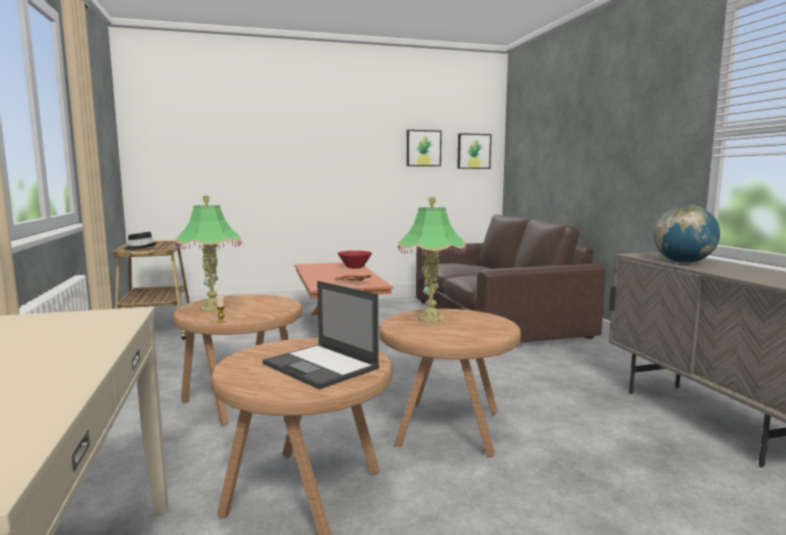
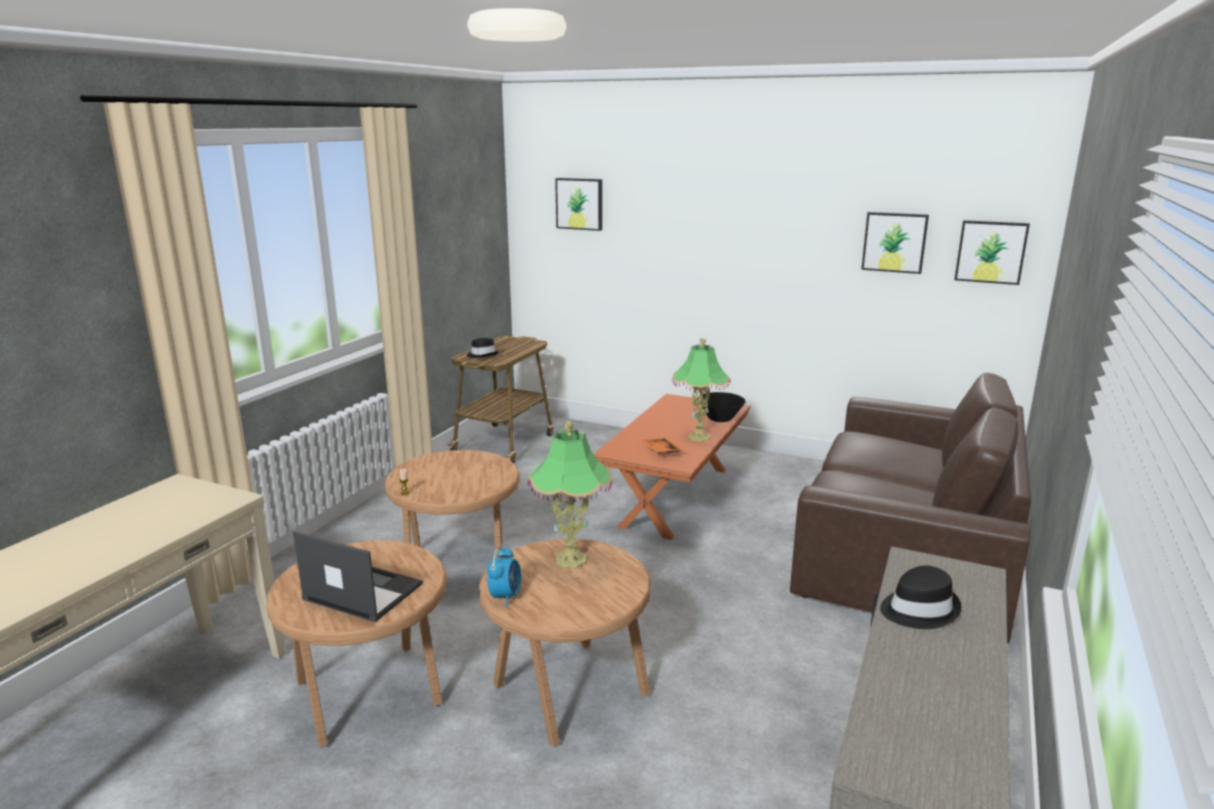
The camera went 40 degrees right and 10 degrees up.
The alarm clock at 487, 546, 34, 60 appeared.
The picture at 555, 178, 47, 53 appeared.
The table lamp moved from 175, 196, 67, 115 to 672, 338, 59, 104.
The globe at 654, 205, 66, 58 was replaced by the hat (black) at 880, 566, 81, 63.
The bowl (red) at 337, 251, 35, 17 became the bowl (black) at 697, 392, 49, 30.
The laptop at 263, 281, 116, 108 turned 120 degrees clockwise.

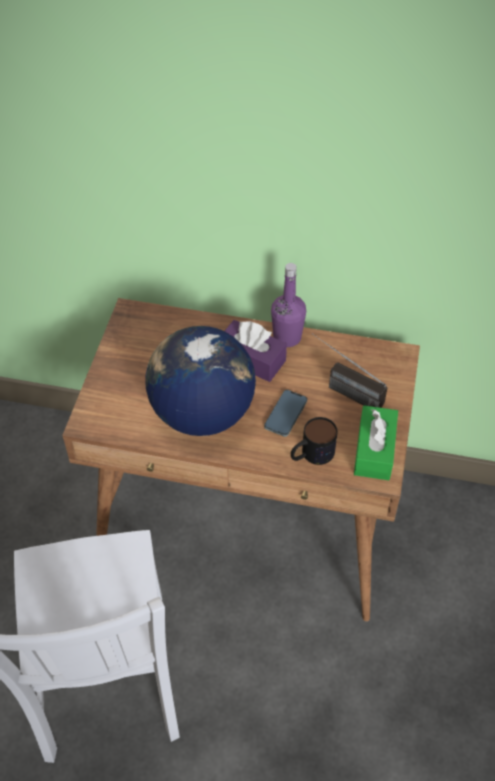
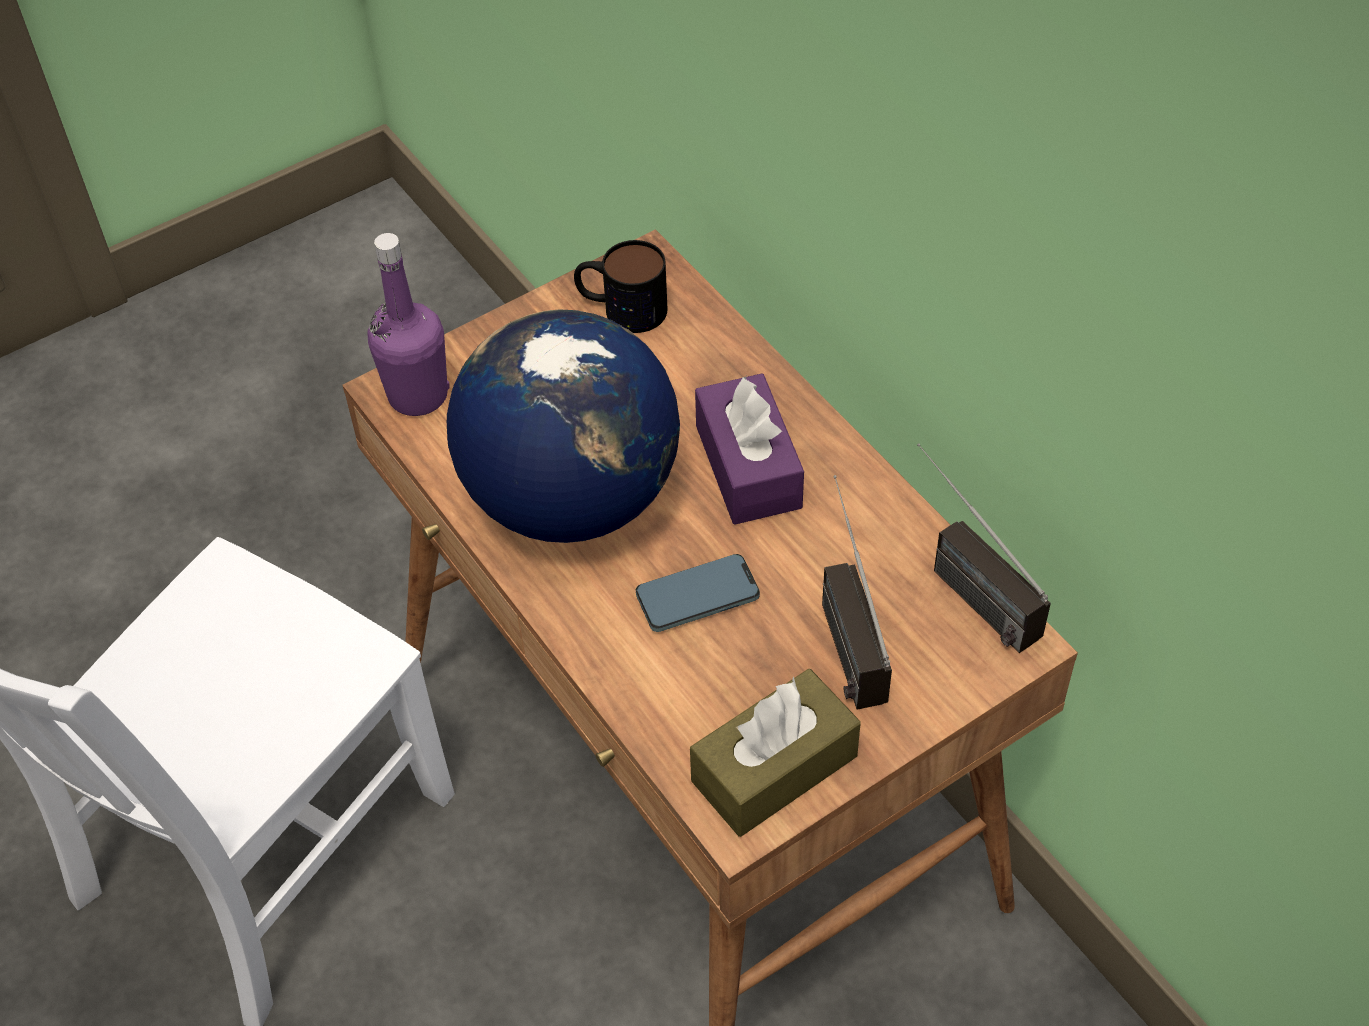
The camera went 45 degrees right and 0 degrees up.
The radio at 917, 443, 134, 210 appeared.
The bottle (purple) moved from 271, 263, 35, 84 to 367, 233, 83, 183.
The mug moved from 291, 417, 47, 48 to 574, 240, 93, 93.
The tissue box (green) at 354, 405, 44, 75 became the tissue box (brown) at 690, 669, 171, 168.

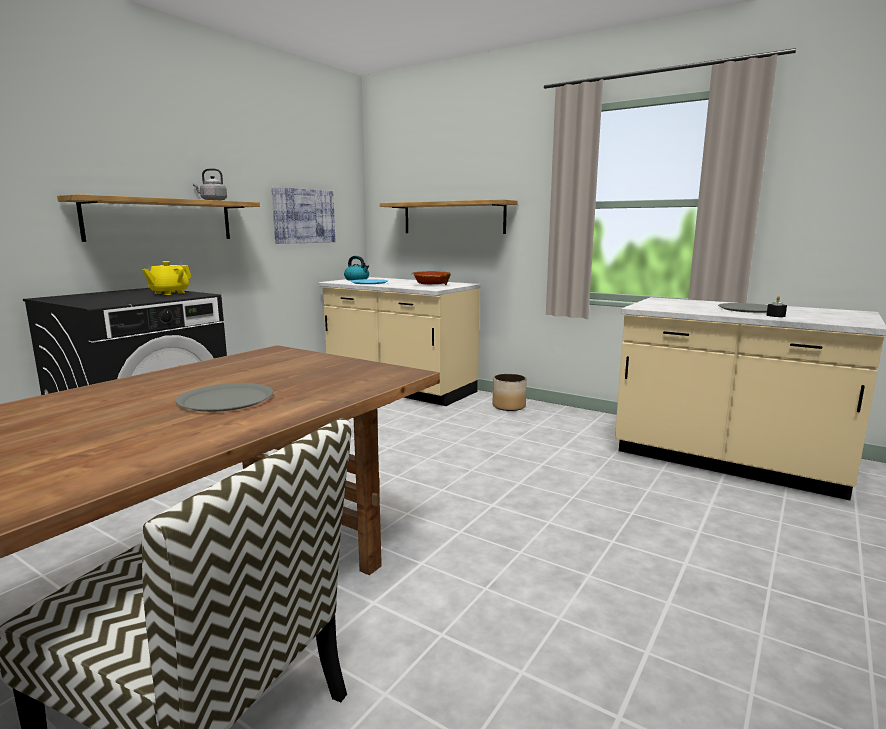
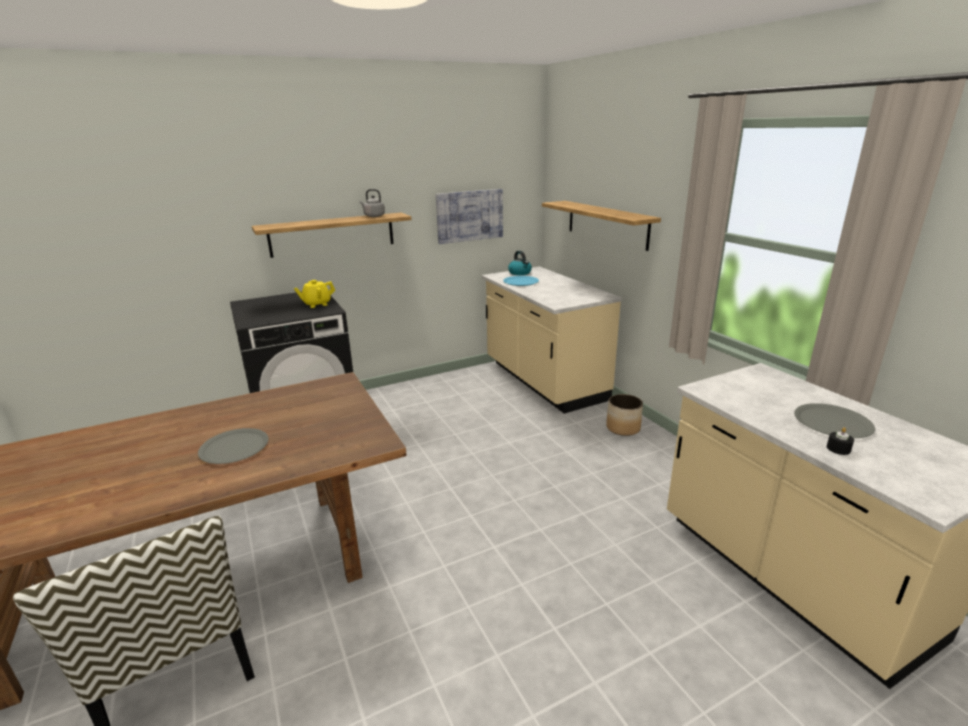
The camera went 30 degrees right and 10 degrees up.
The bowl at 412, 271, 39, 14 disappeared.

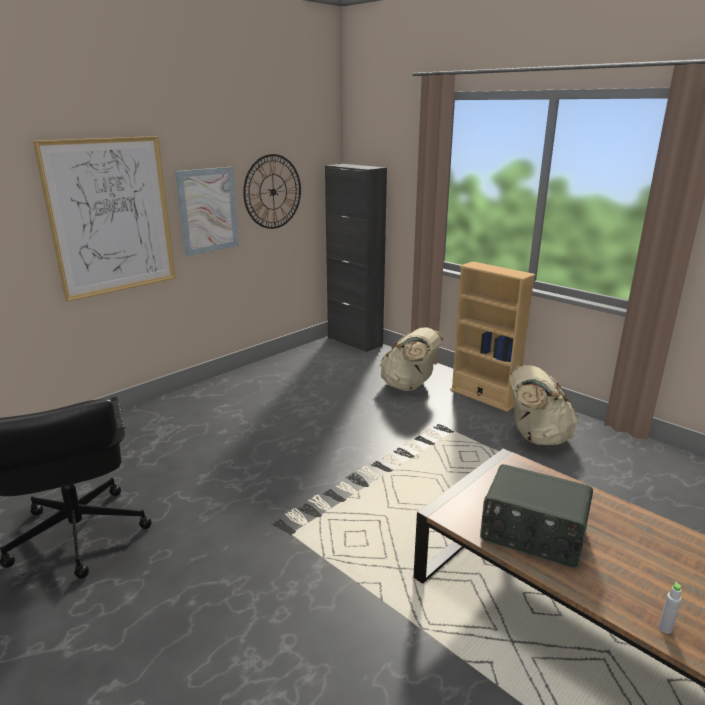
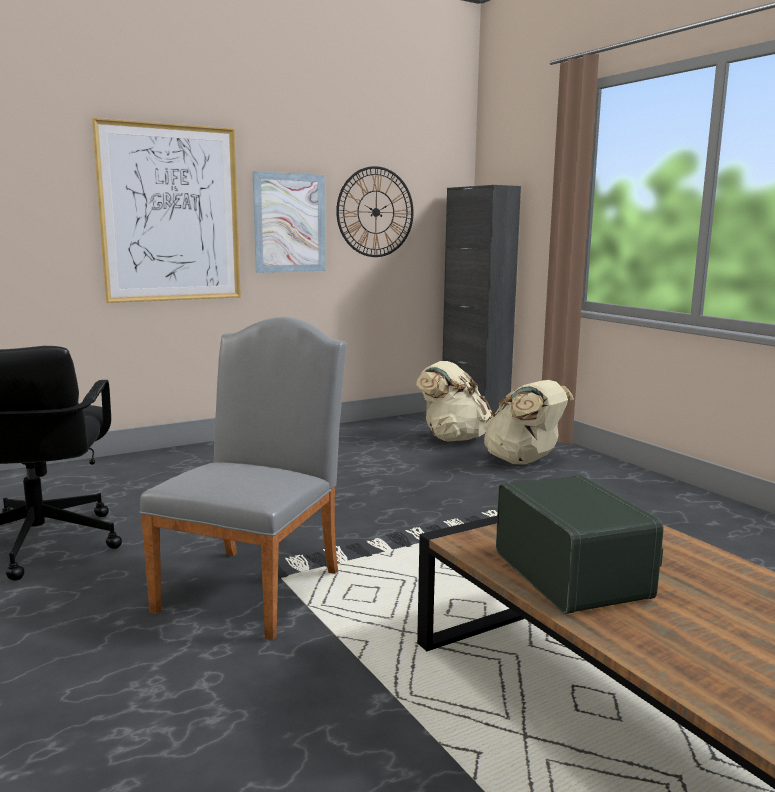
The camera went 15 degrees right and 10 degrees down.
The bookcase (beige) at 450, 262, 86, 150 disappeared.
The bottle (grey) at 659, 582, 23, 52 disappeared.
The chair (grey) at 139, 317, 208, 323 appeared.
The backpack (beige) moved from 509, 365, 70, 80 to 416, 361, 76, 81.
The radio at 480, 464, 113, 104 turned 150 degrees counterclockwise.

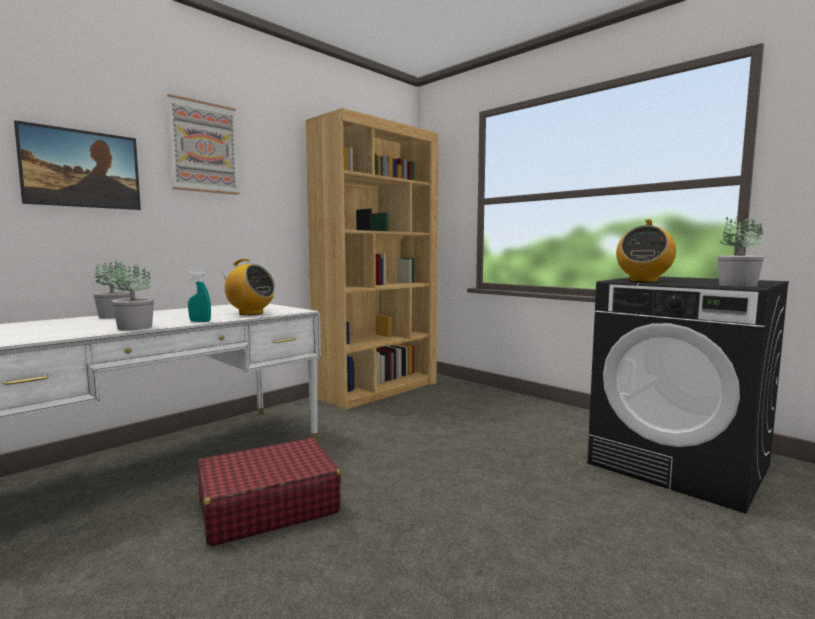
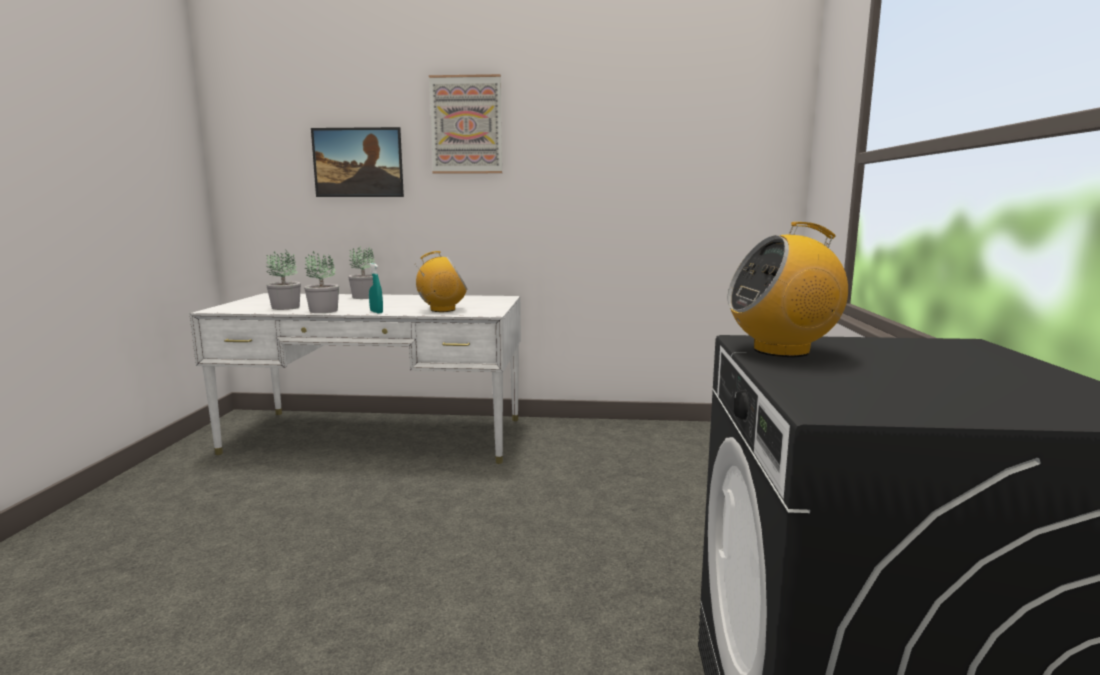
The camera went 50 degrees right and 5 degrees up.
The suitcase (red) at 198, 438, 143, 109 disappeared.
The bookcase (brown) at 305, 108, 133, 302 disappeared.
The potted plant moved from 717, 216, 47, 71 to 266, 249, 35, 61.
The radio at 220, 259, 55, 56 turned 90 degrees counterclockwise.

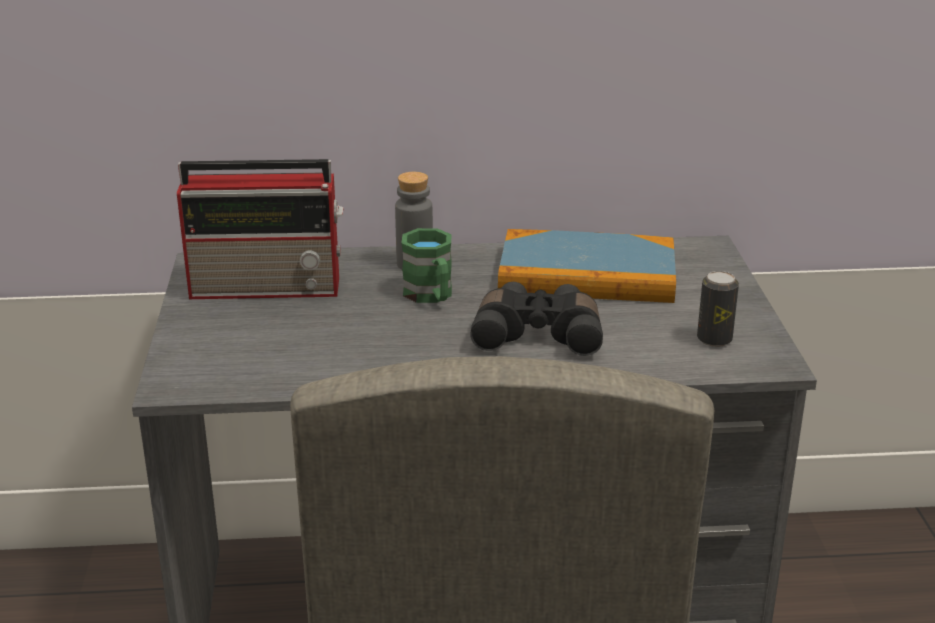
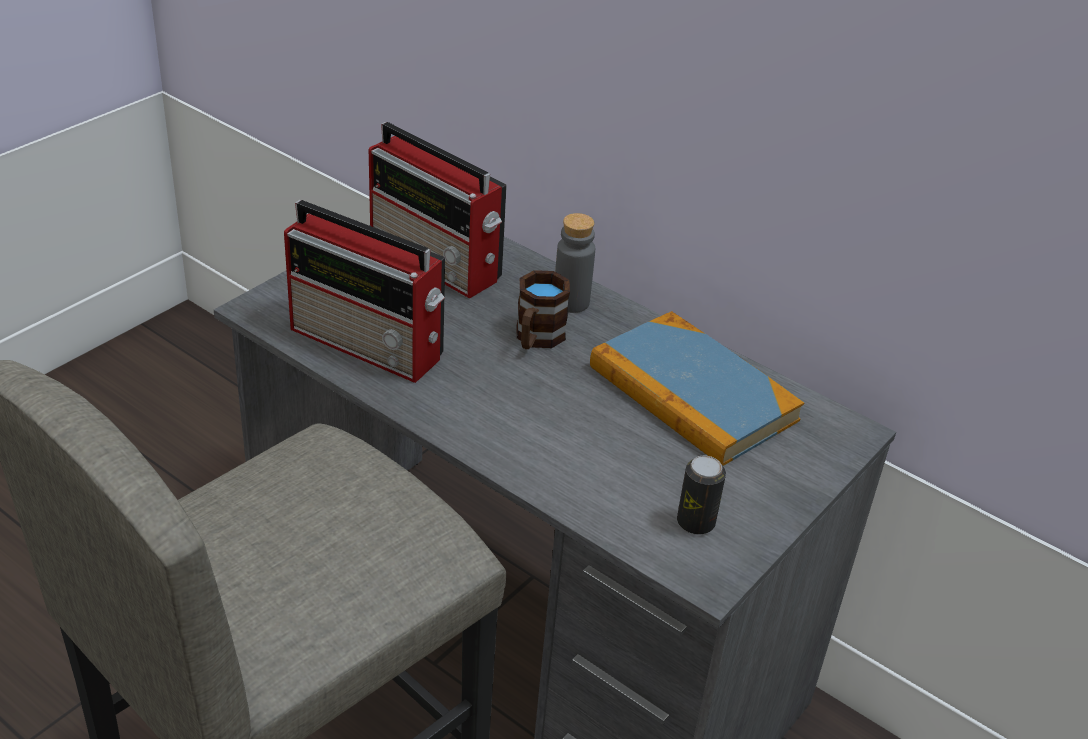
The camera went 40 degrees right and 10 degrees up.
The binoculars (black) at 470, 282, 133, 74 disappeared.
The radio at 284, 200, 161, 183 appeared.
The mug (green) at 402, 228, 50, 75 became the mug (brown) at 516, 270, 54, 79.

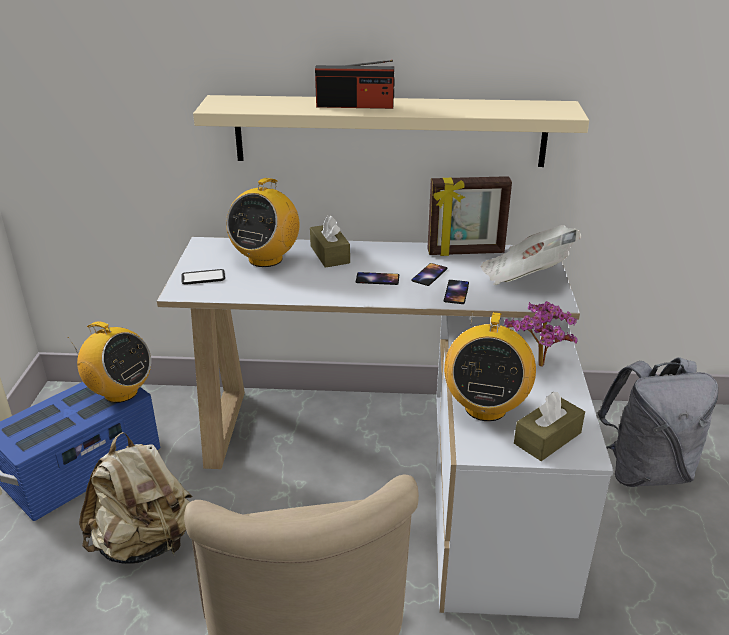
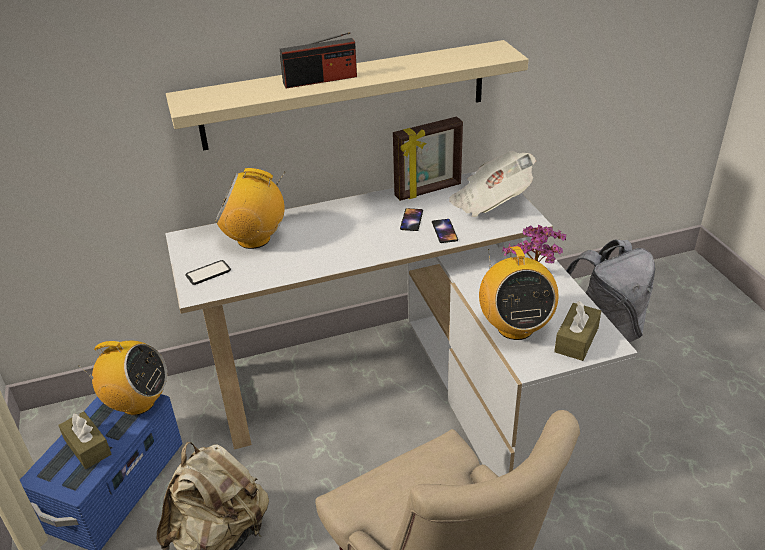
The camera went 20 degrees left and 5 degrees up.
The phone at 356, 272, 43, 13 disappeared.
The tissue box (brown) moved from 310, 215, 40, 53 to 58, 411, 53, 58.
The radio at 226, 178, 74, 89 turned 90 degrees clockwise.

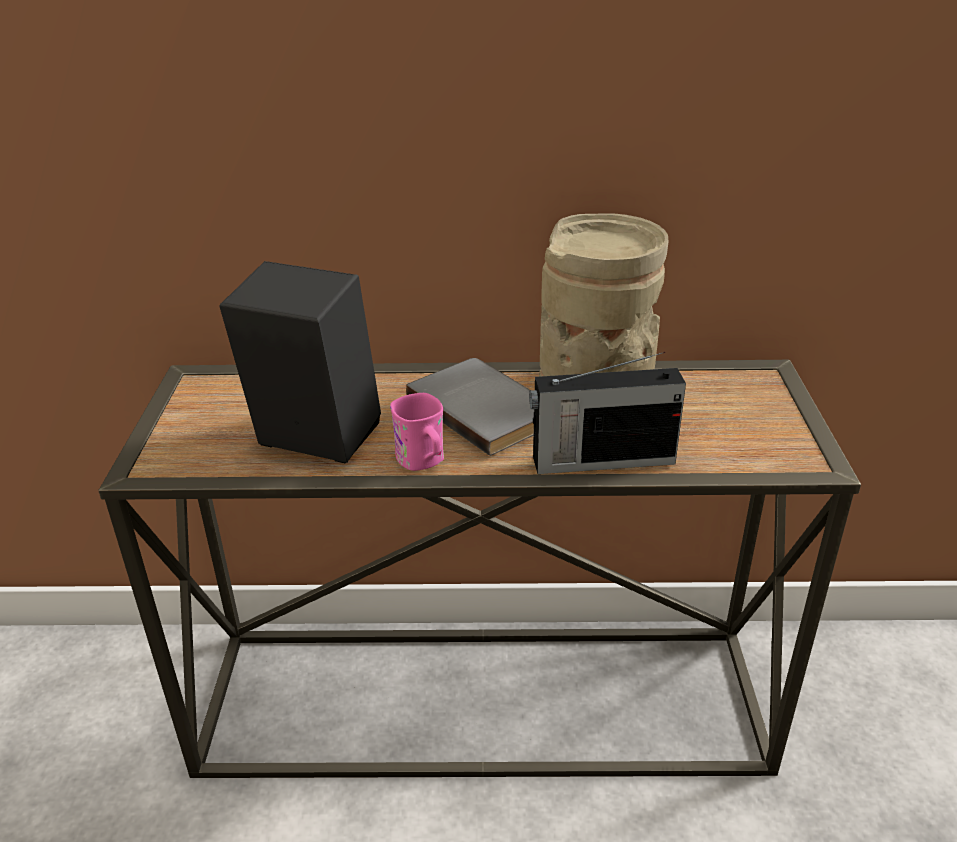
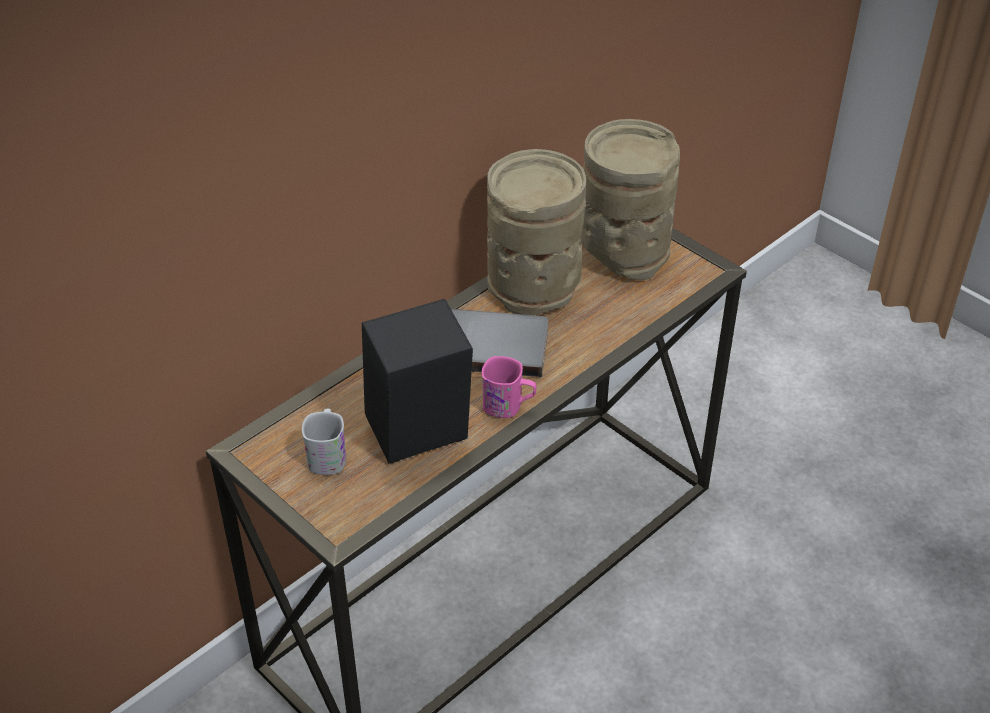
The camera went 45 degrees left and 10 degrees up.
The radio at 529, 352, 157, 122 disappeared.
The mug (white) at 302, 409, 44, 66 appeared.
The vase (beige) at 580, 119, 100, 161 appeared.

